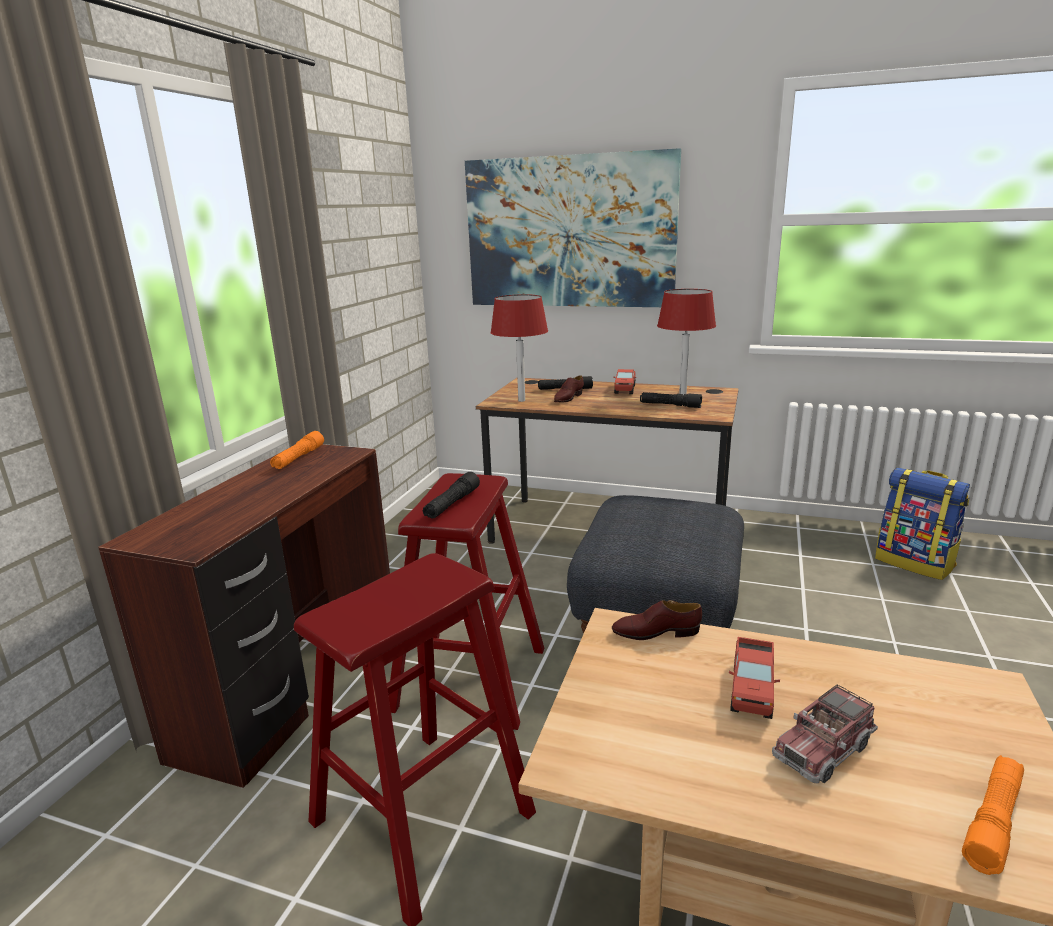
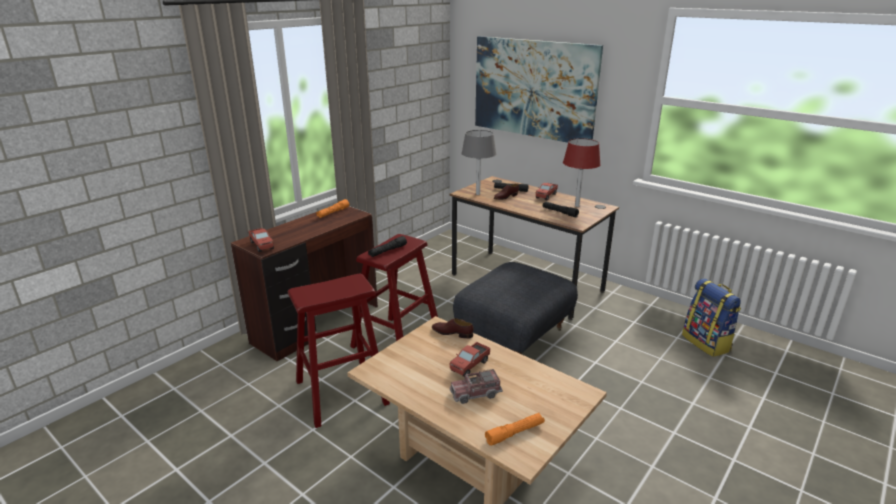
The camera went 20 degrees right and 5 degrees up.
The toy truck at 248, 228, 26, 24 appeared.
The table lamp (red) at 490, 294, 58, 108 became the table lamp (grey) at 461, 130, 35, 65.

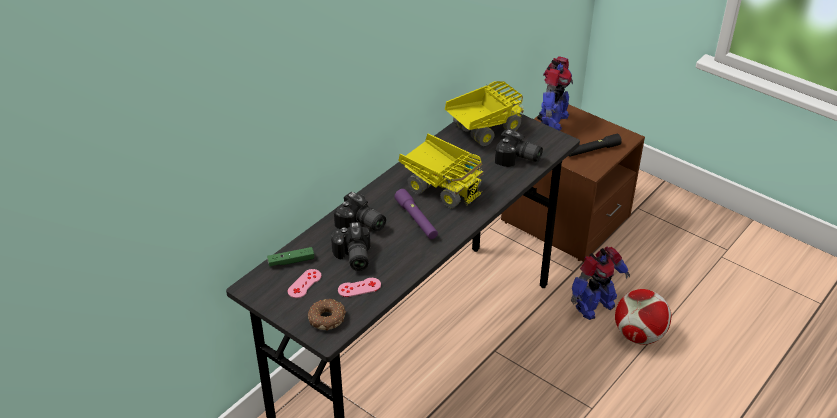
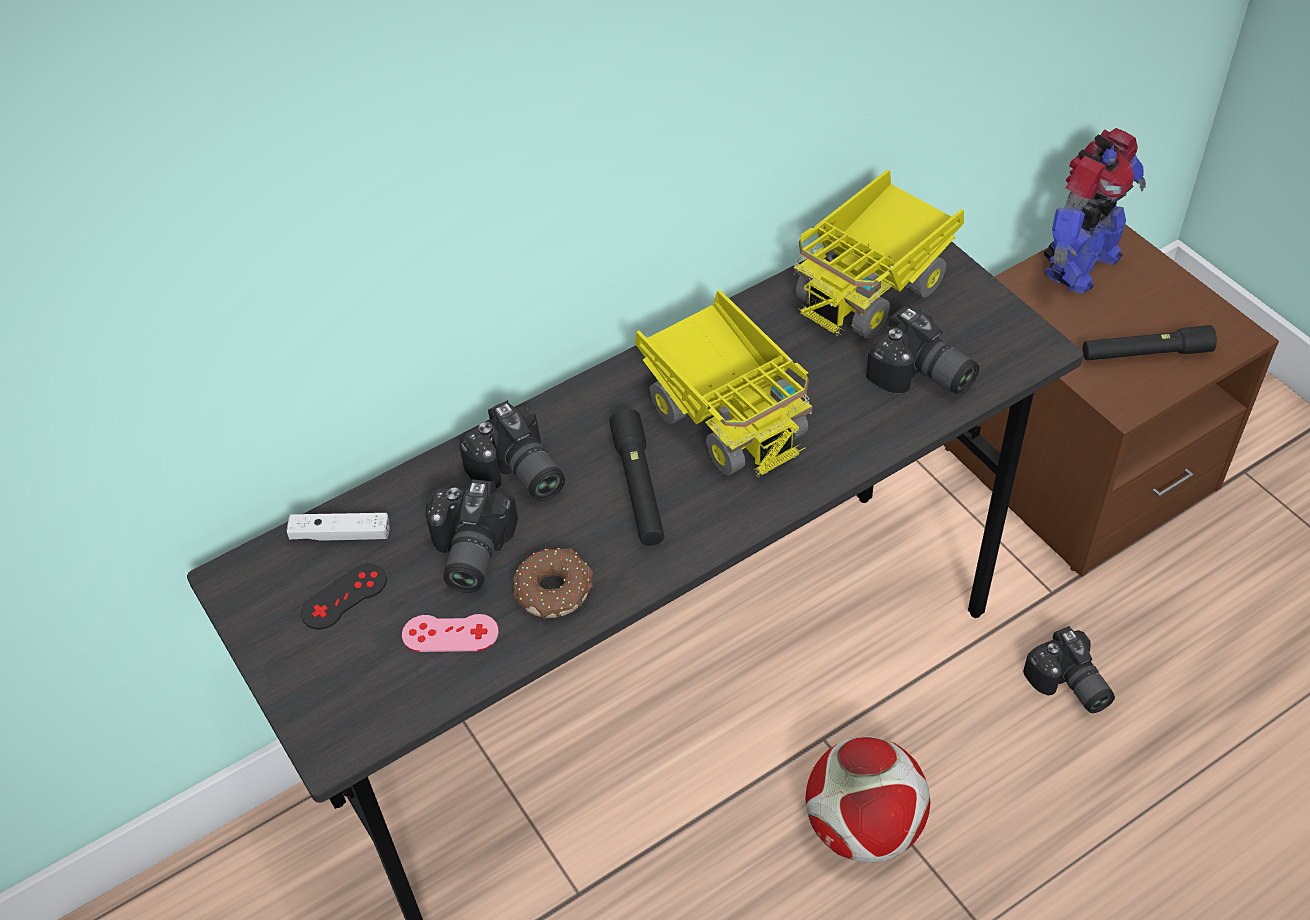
The camera went 20 degrees right and 10 degrees up.
The donut moved from 308, 299, 38, 32 to 513, 548, 80, 71.
The football moved from 615, 289, 56, 56 to 805, 736, 126, 126.
The toy robot at 571, 247, 59, 73 was replaced by the photo camera at 1023, 626, 92, 87.
The game controller (green) at 267, 247, 47, 19 became the game controller (white) at 287, 513, 103, 28.
The game controller (pink) at 288, 269, 33, 29 became the game controller (black) at 301, 563, 86, 67.
The flashlight (purple) at 394, 189, 44, 50 became the flashlight (black) at 609, 409, 55, 137.
The toy truck at 445, 81, 79, 65 turned 150 degrees clockwise.

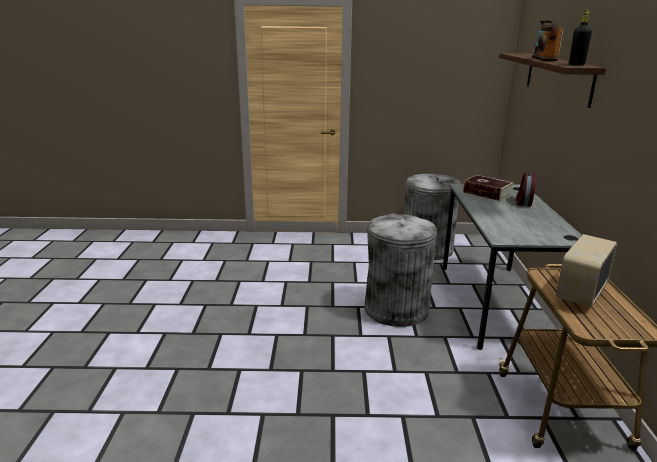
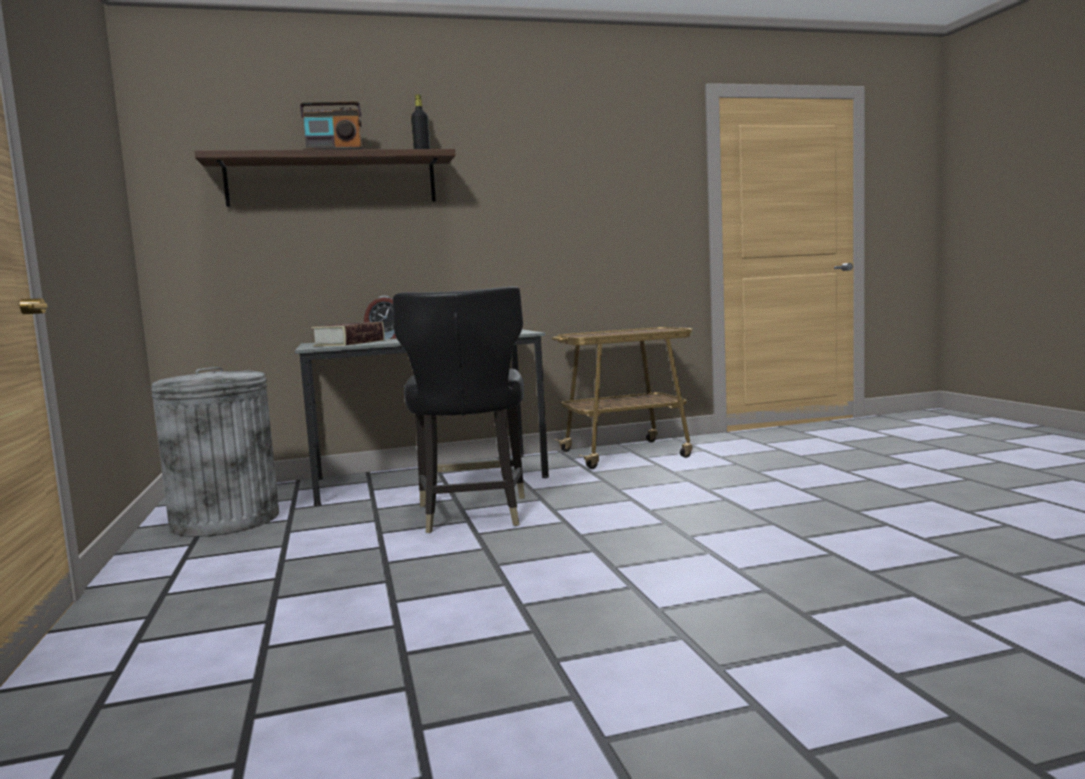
The camera went 105 degrees left and 15 degrees down.
The radio at 556, 234, 61, 74 disappeared.
The trash can (grey) at 364, 214, 73, 113 was replaced by the chair (black) at 393, 286, 132, 247.

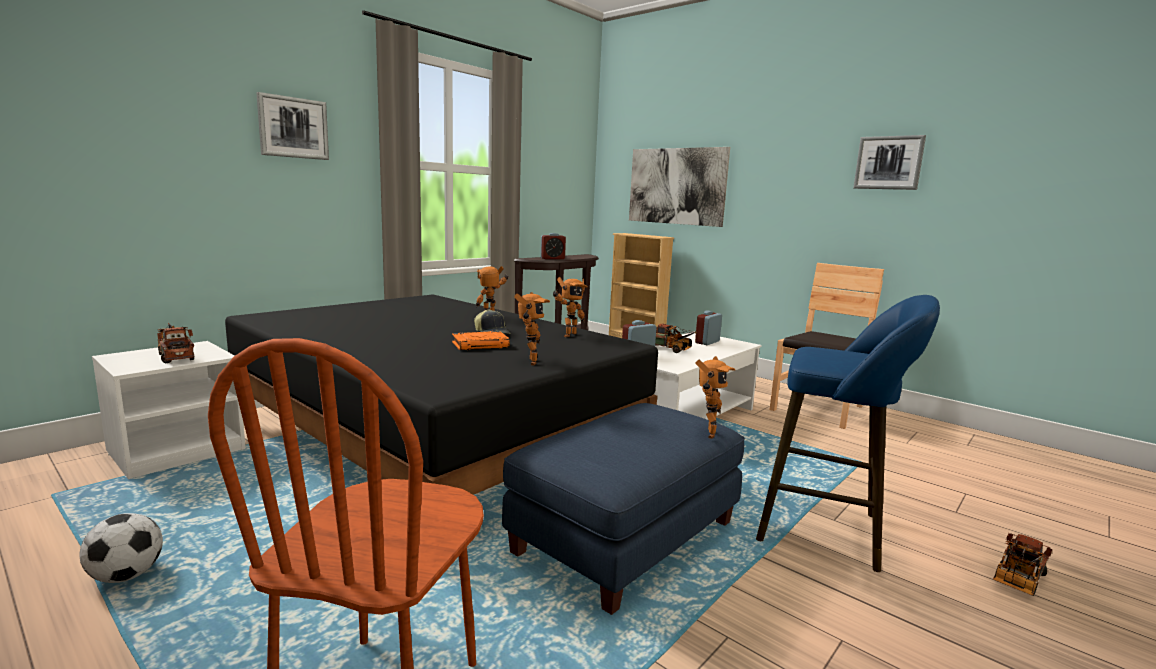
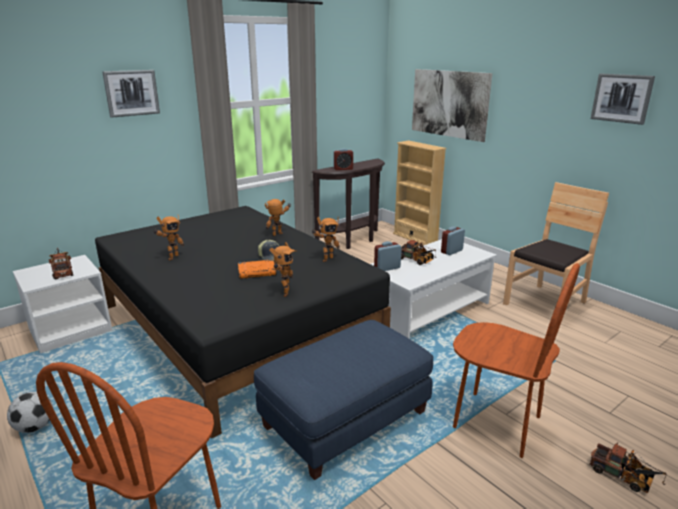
The camera went 10 degrees right and 10 degrees up.
The toy robot moved from 695, 356, 40, 83 to 153, 215, 31, 46.
The stool (blue) at 756, 295, 184, 277 was replaced by the chair (brown) at 453, 263, 127, 195.
The toy truck at 993, 533, 59, 63 turned 105 degrees counterclockwise.

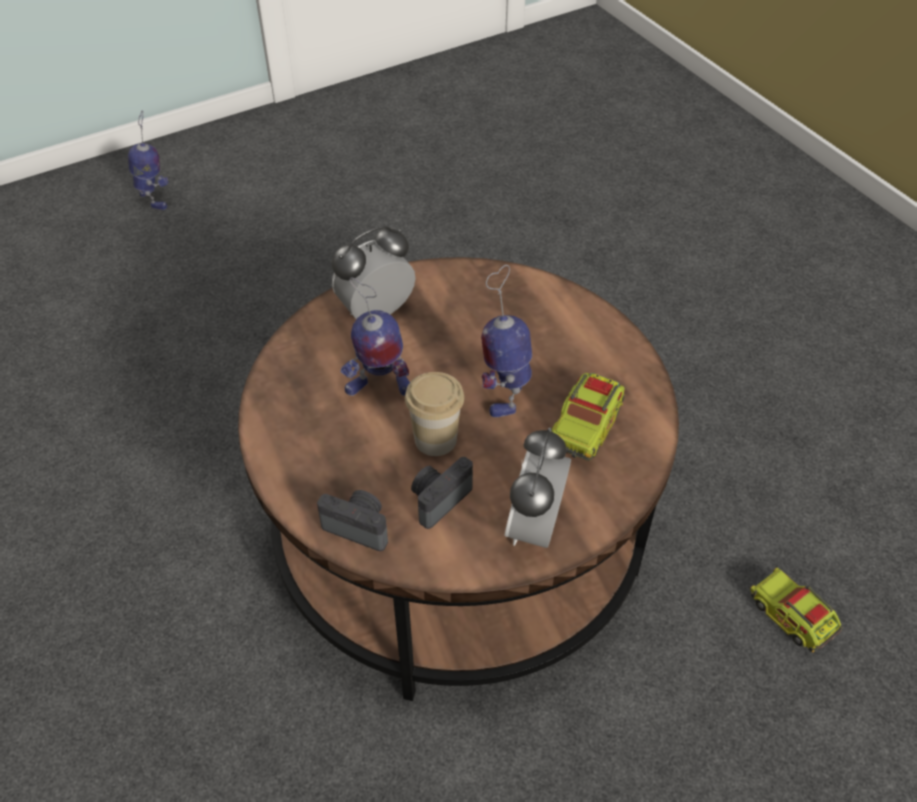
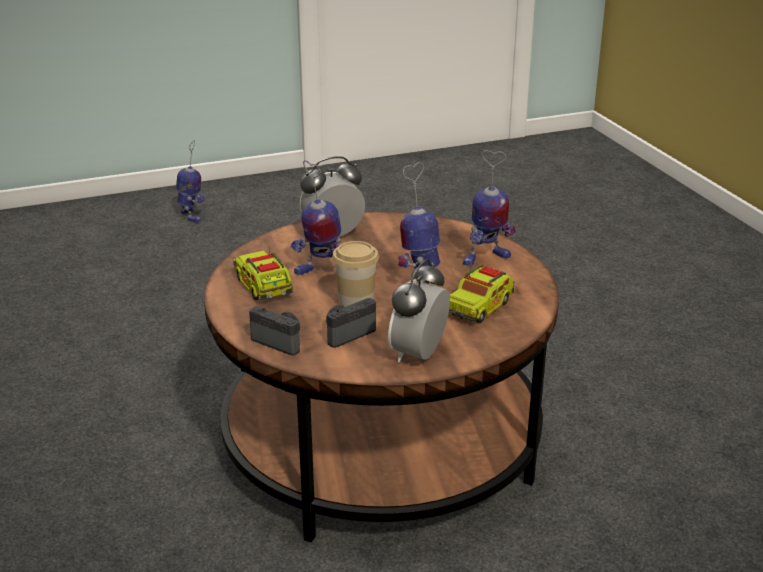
The camera went 10 degrees right and 20 degrees down.
The toy robot at 463, 150, 53, 116 appeared.
The toy truck moved from 750, 568, 92, 85 to 233, 251, 61, 50.

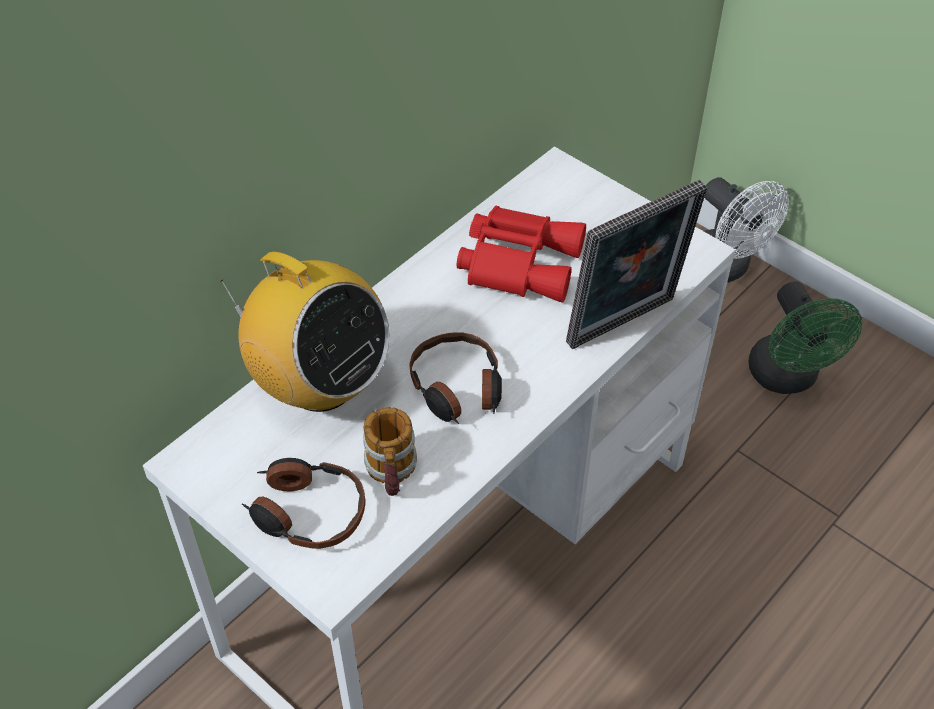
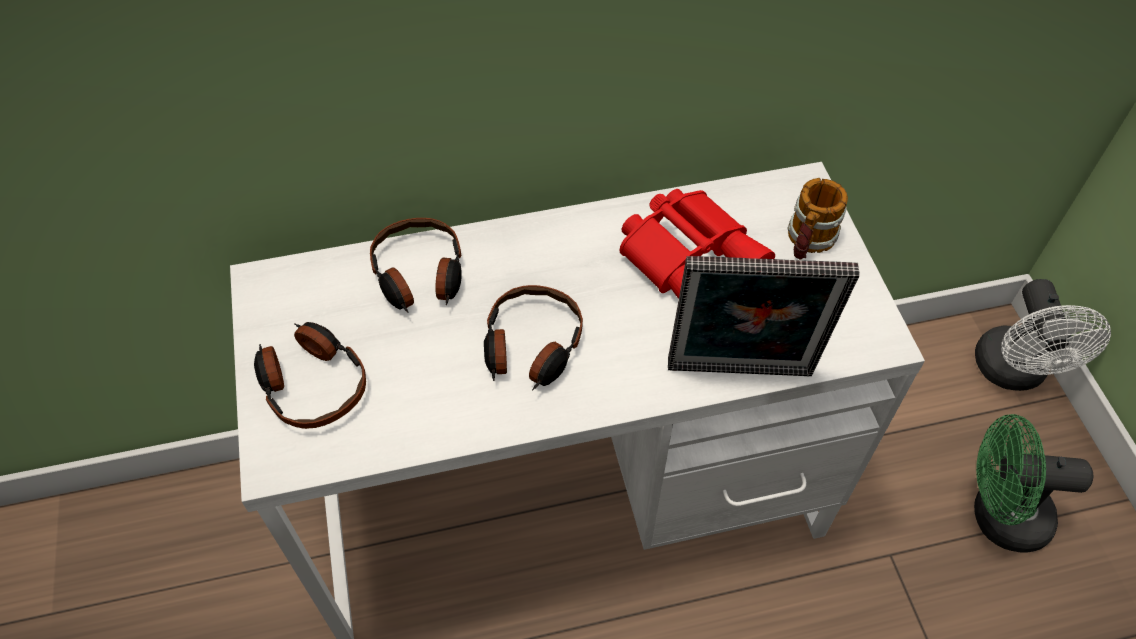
The camera went 35 degrees right and 5 degrees up.
The mug moved from 363, 407, 54, 89 to 787, 178, 61, 81.
The radio at 220, 252, 170, 160 was replaced by the headphones at 370, 218, 92, 95.
The fan (green) at 749, 281, 113, 113 turned 75 degrees clockwise.

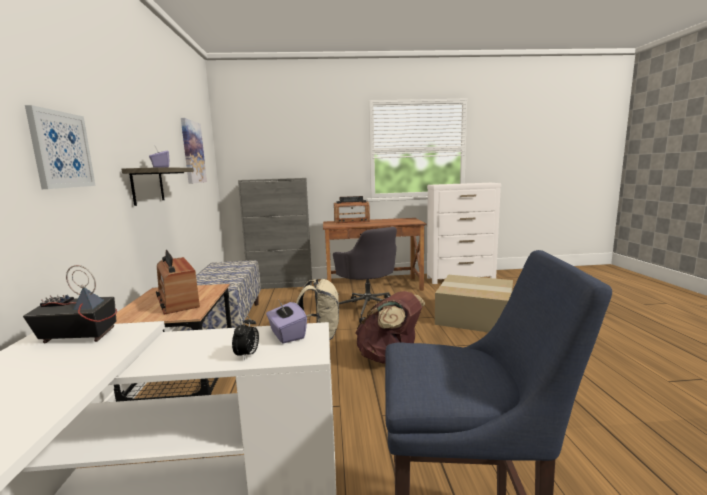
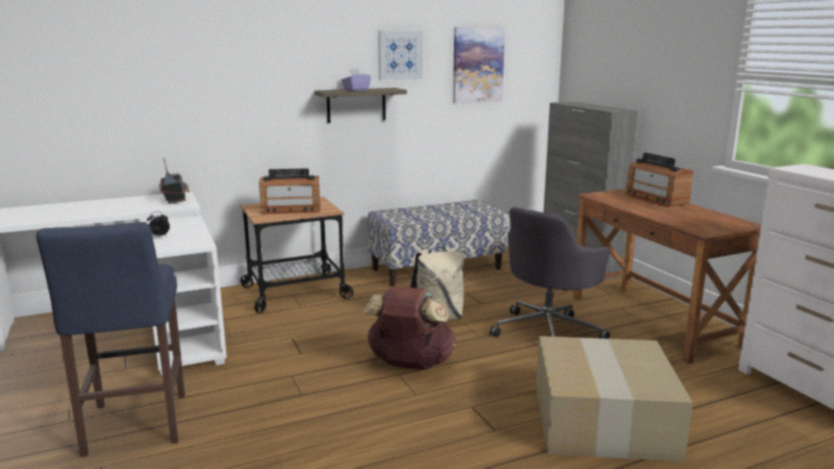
The camera went 70 degrees right and 5 degrees up.
The tissue box (purple) at 266, 301, 41, 42 disappeared.
The picture moved from 25, 105, 71, 84 to 378, 31, 45, 49.
The radio at 156, 250, 44, 65 turned 135 degrees counterclockwise.

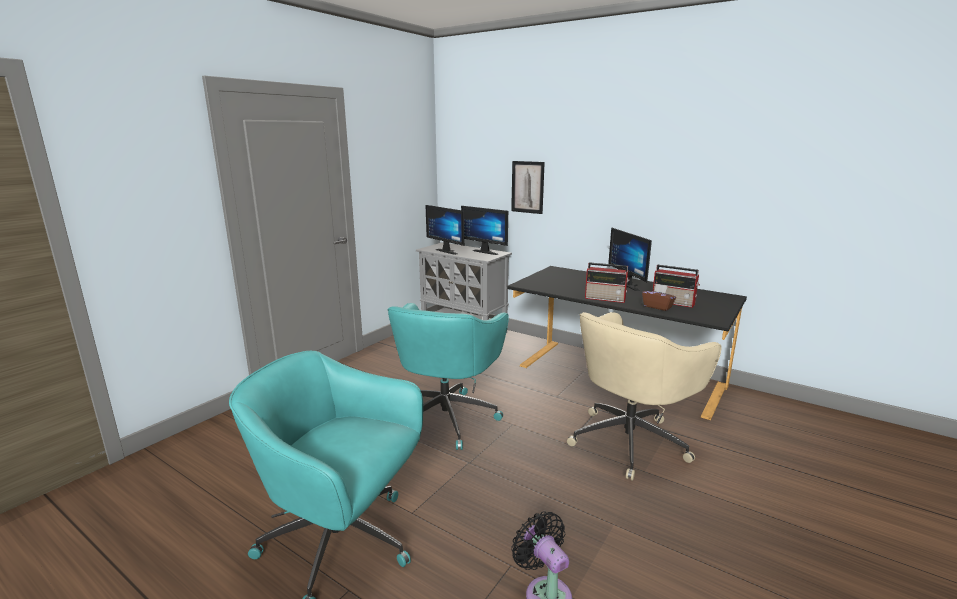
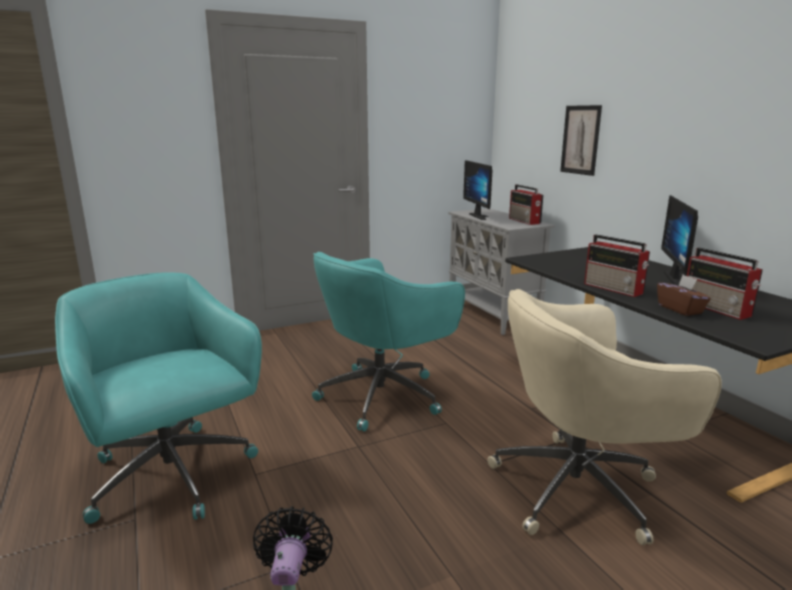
The camera went 30 degrees right and 0 degrees up.
The monitor at 461, 206, 47, 49 was replaced by the radio at 509, 184, 34, 41.

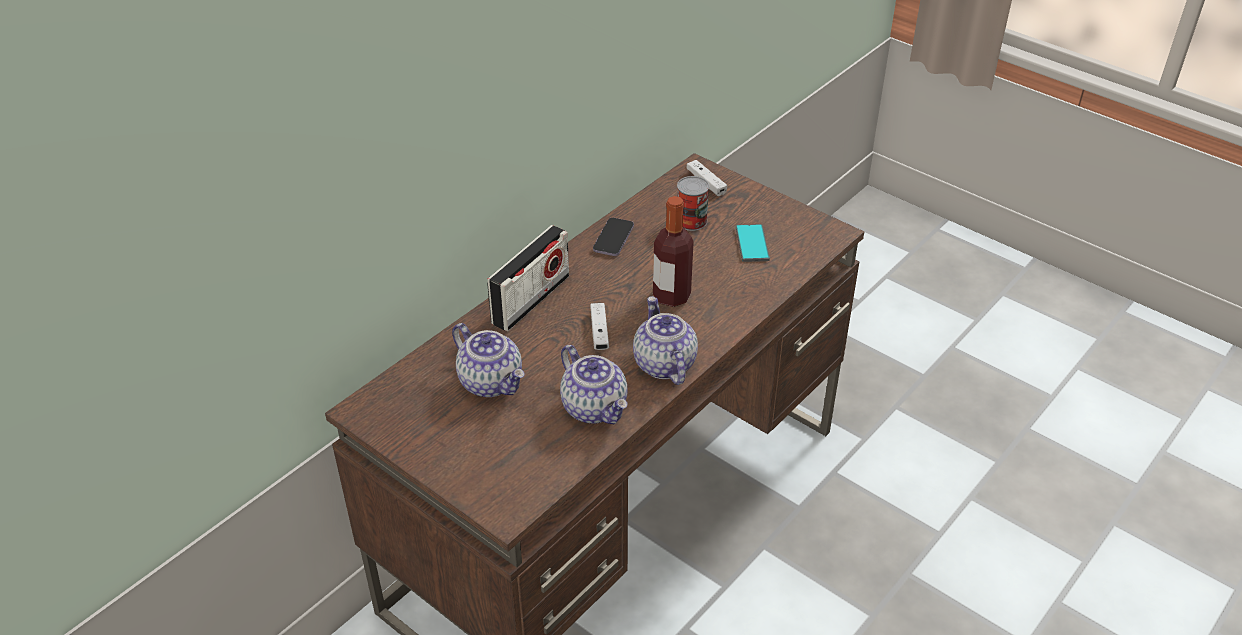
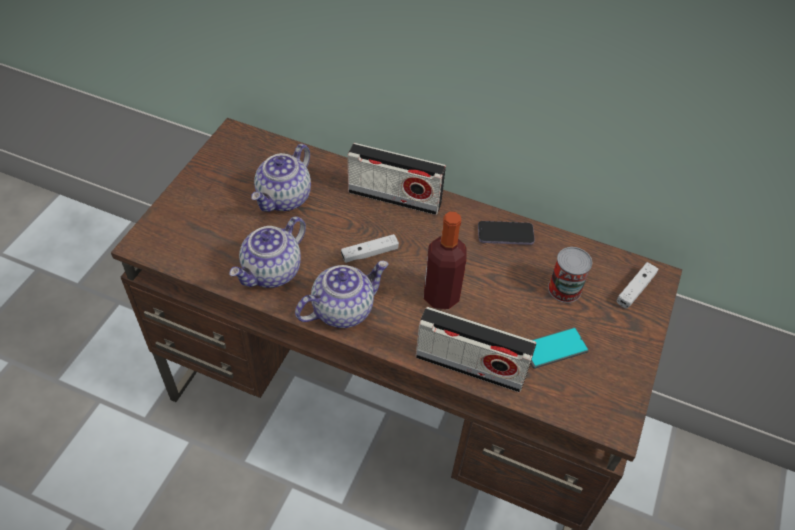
The camera went 70 degrees right and 10 degrees up.
The radio at 416, 307, 120, 85 appeared.

